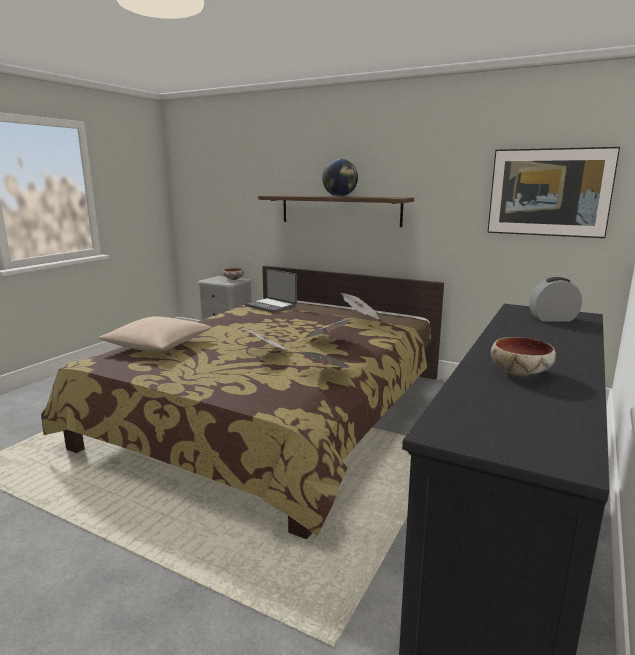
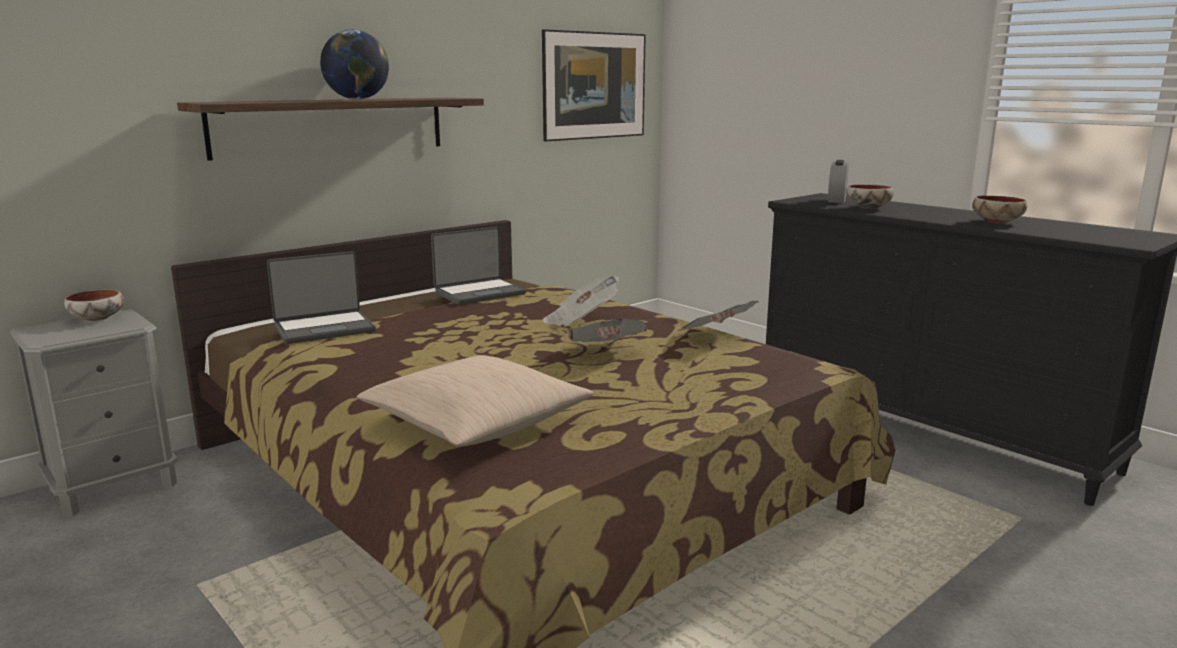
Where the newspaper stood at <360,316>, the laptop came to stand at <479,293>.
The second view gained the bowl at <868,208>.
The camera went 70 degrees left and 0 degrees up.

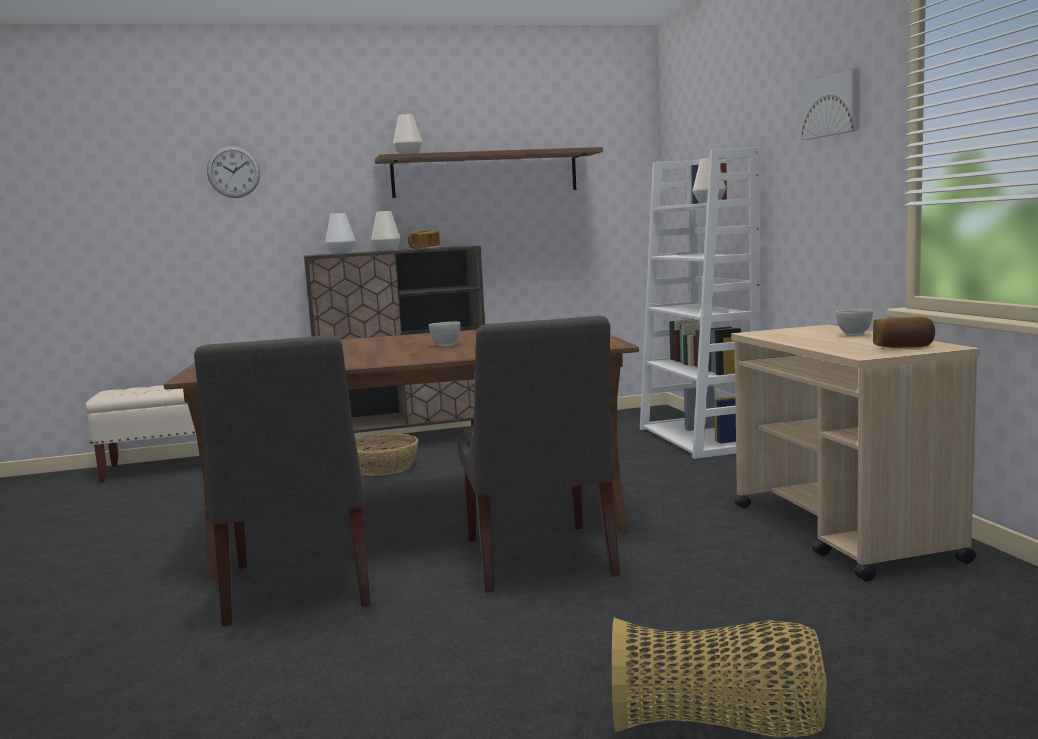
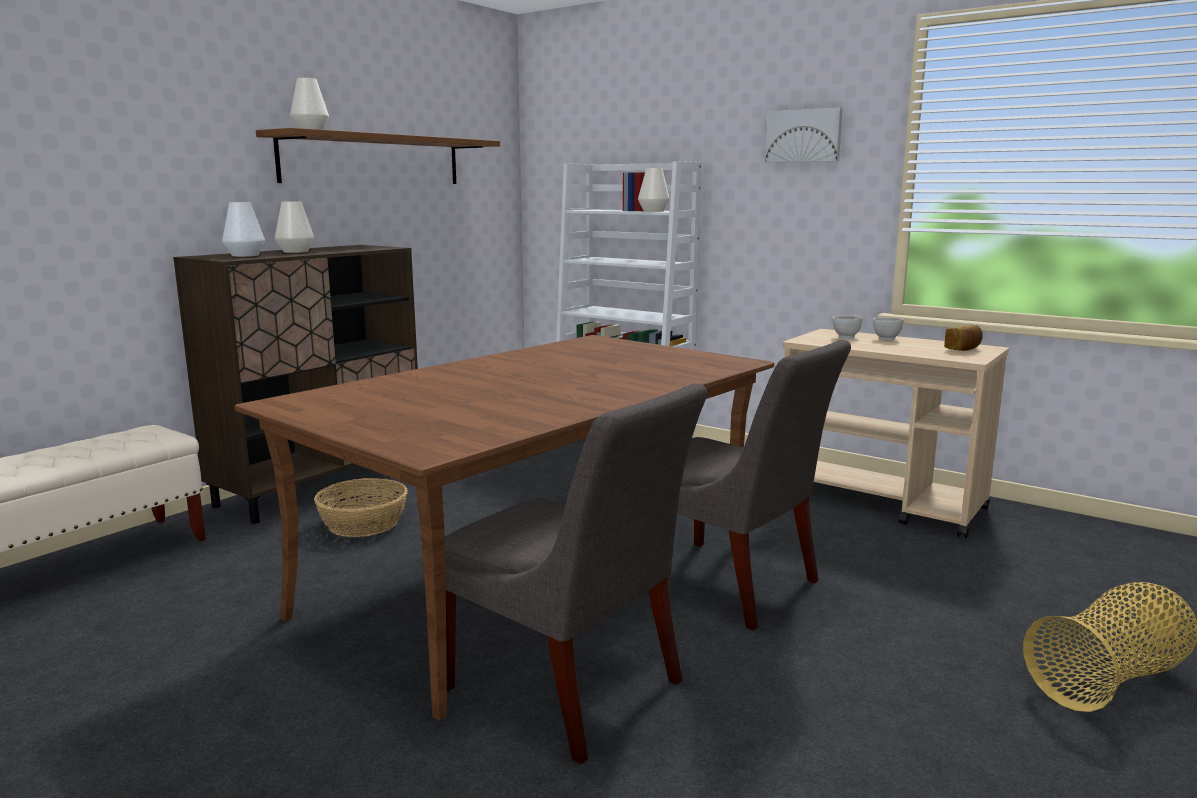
The second view lost the clock on the wall at <233,172>.
The second view lost the baked bread at <423,248>.
The white bowl ended up elsewhere, having gone from <446,345> to <845,337>.
The camera went 40 degrees left and 5 degrees up.

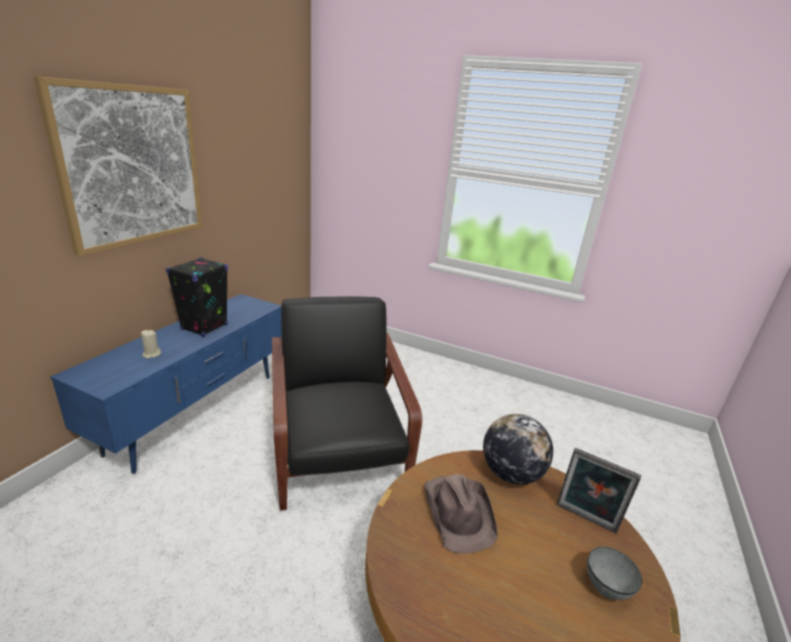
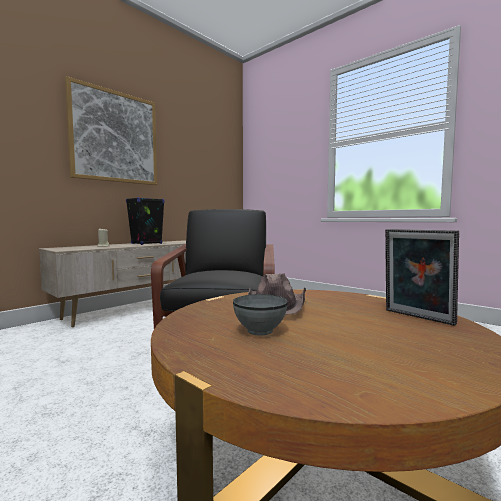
What was the blue media console at <198,412> turned into the beige-coloured media console at <135,309>.
The second view lost the desk globe at <510,474>.
The gray bowl ended up elsewhere, having gone from <607,588> to <260,331>.
The camera went 20 degrees right and 20 degrees down.

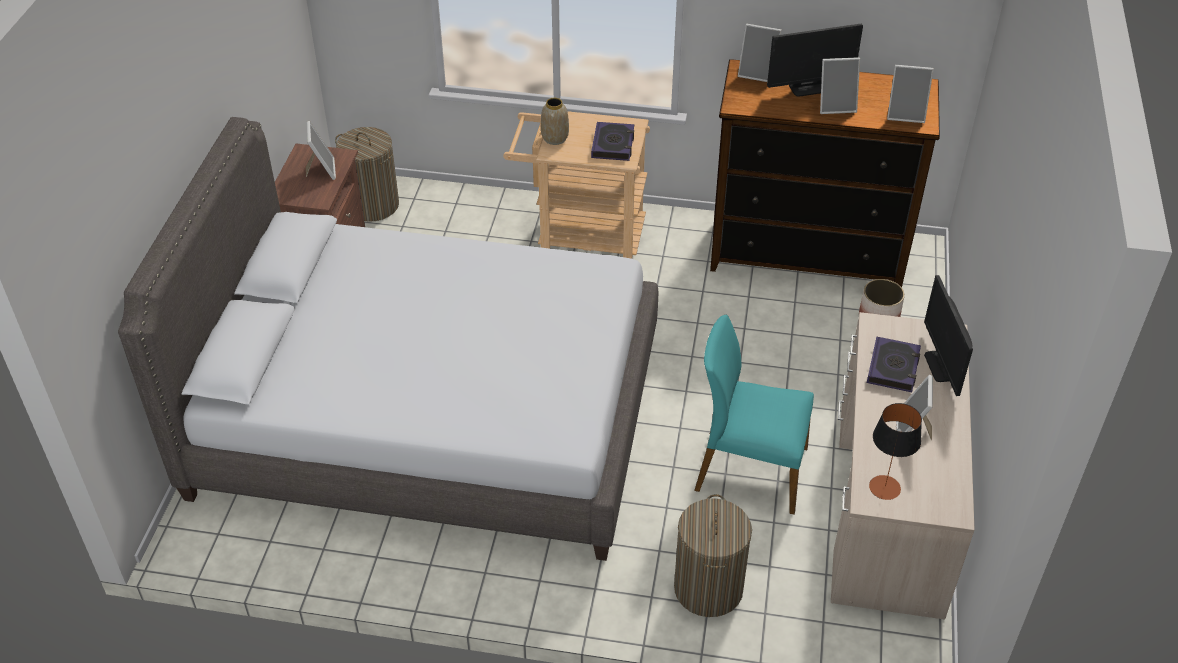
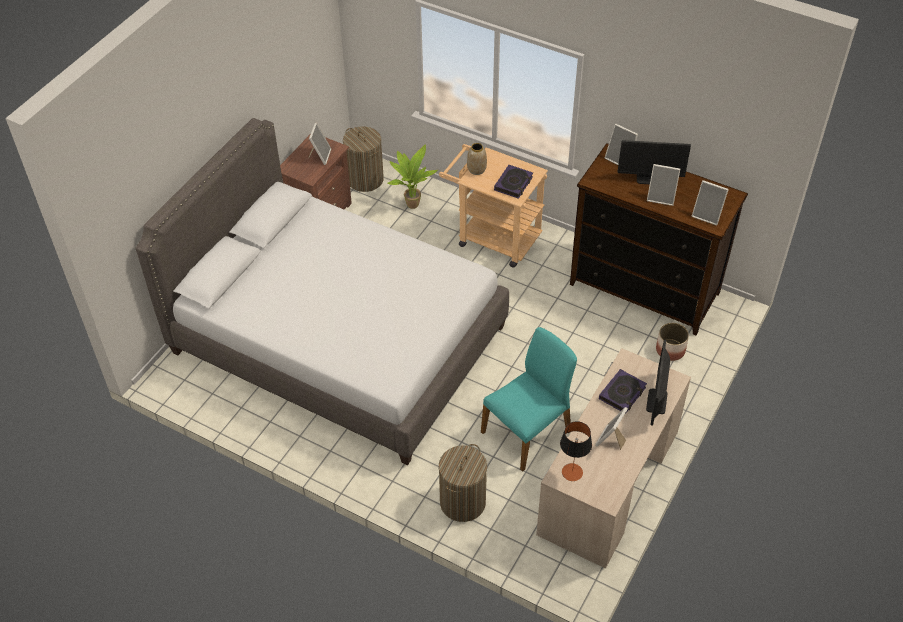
The turquoise-coloured upright chair at <749,469> ended up facing another way, 105 degrees clockwise from before.
The second view gained the houseplant at <411,204>.
The camera went 20 degrees right and 5 degrees up.

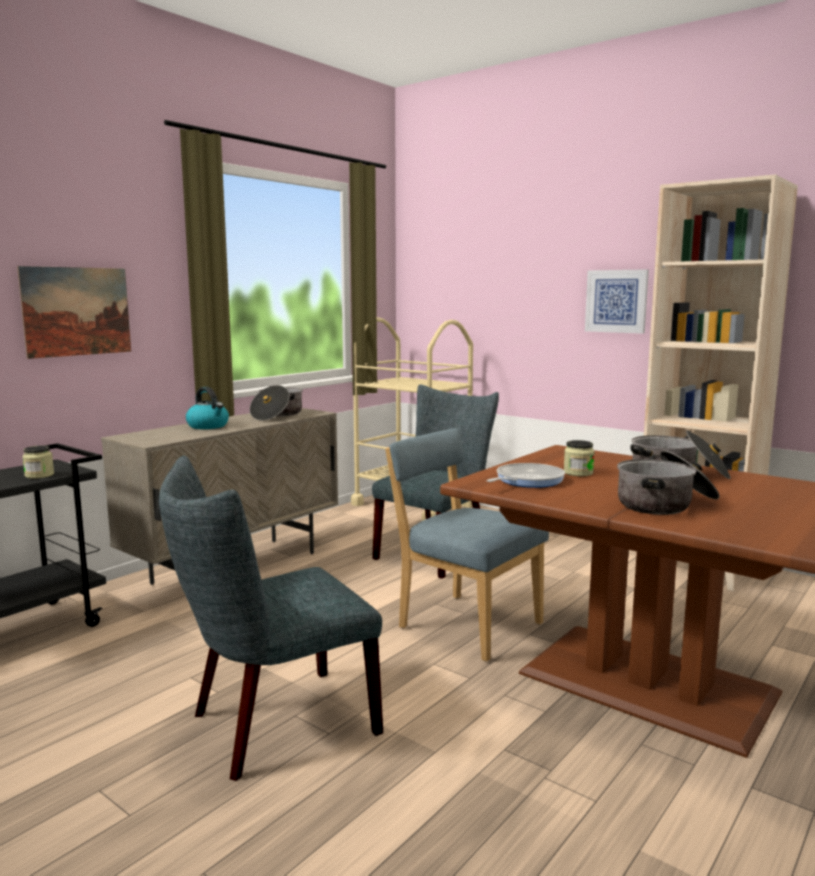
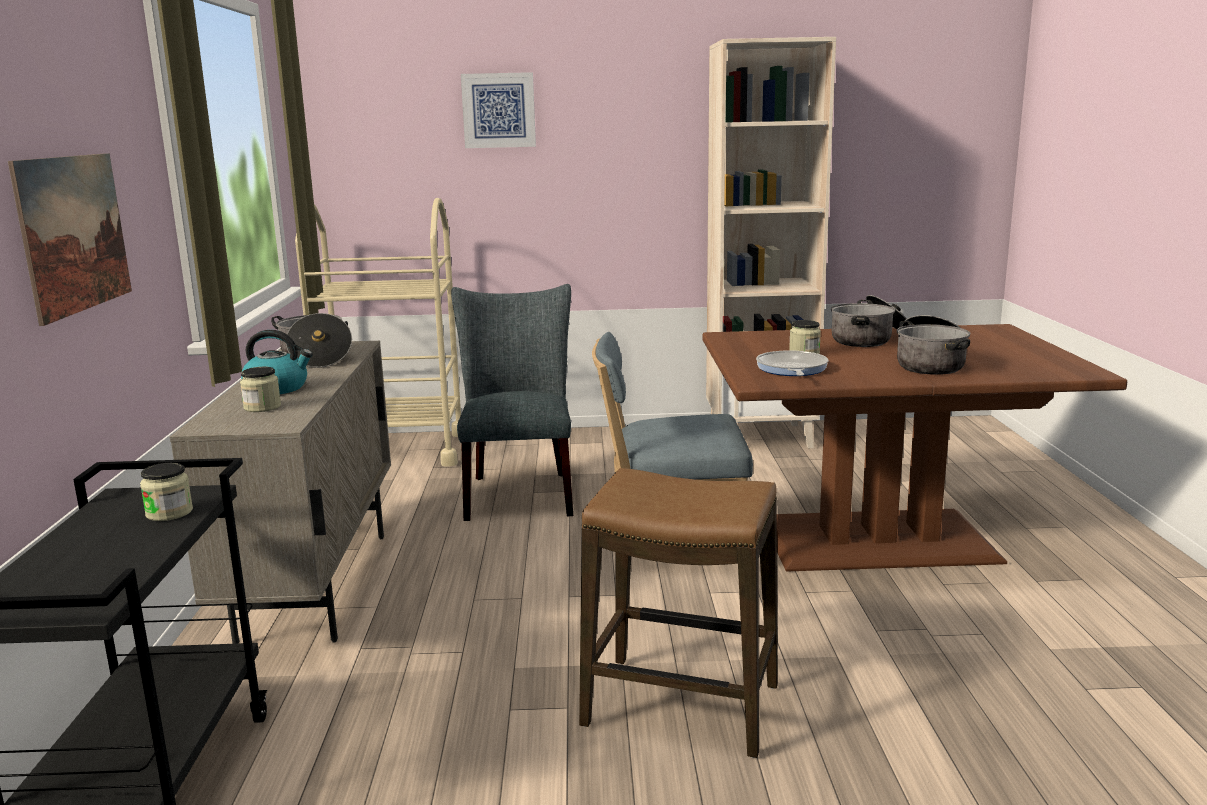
The picture ended up elsewhere, having gone from <616,301> to <499,110>.
Where the gray upright chair stood at <273,726>, the stool seat came to stand at <680,706>.
The second view gained the jar at <262,407>.
The camera went 40 degrees left and 5 degrees up.

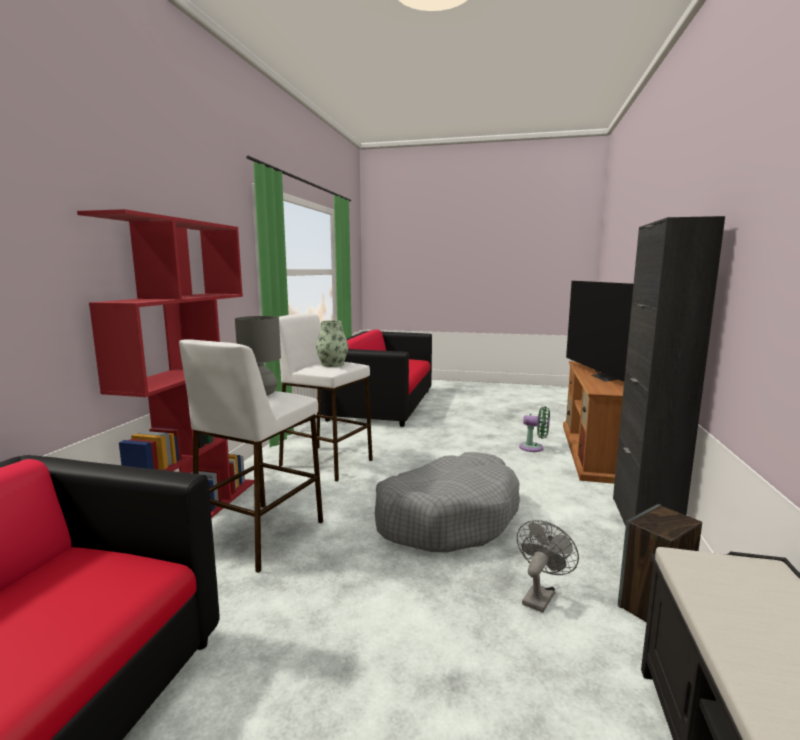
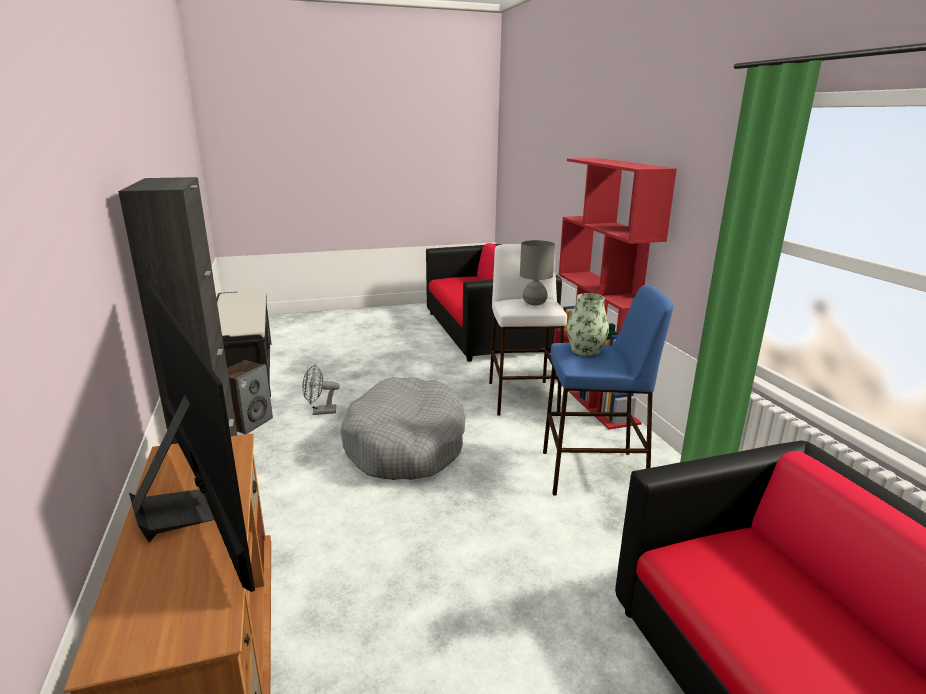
What was the white stool seat at <325,462> turned into the blue stool seat at <594,473>.
The second view lost the greenish electric fan at <534,448>.
The gray electric fan at <540,595> ended up facing another way, 75 degrees clockwise from before.
The camera went 150 degrees right and 10 degrees up.

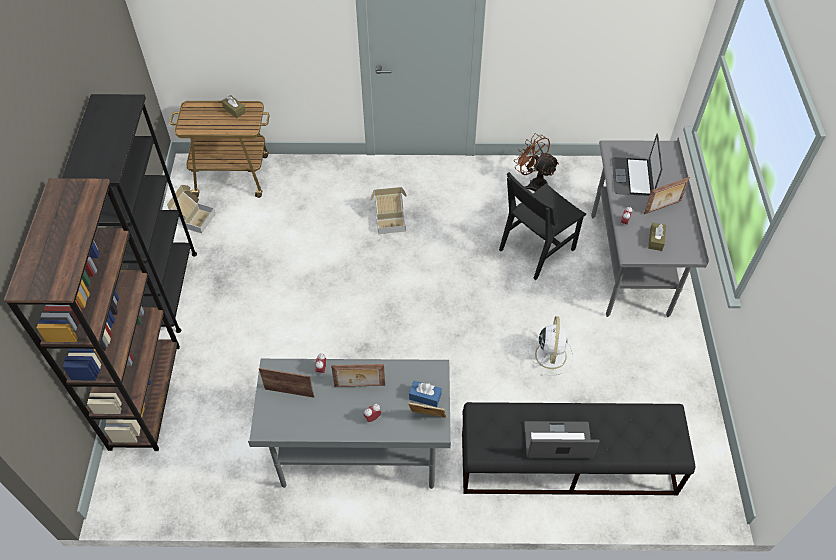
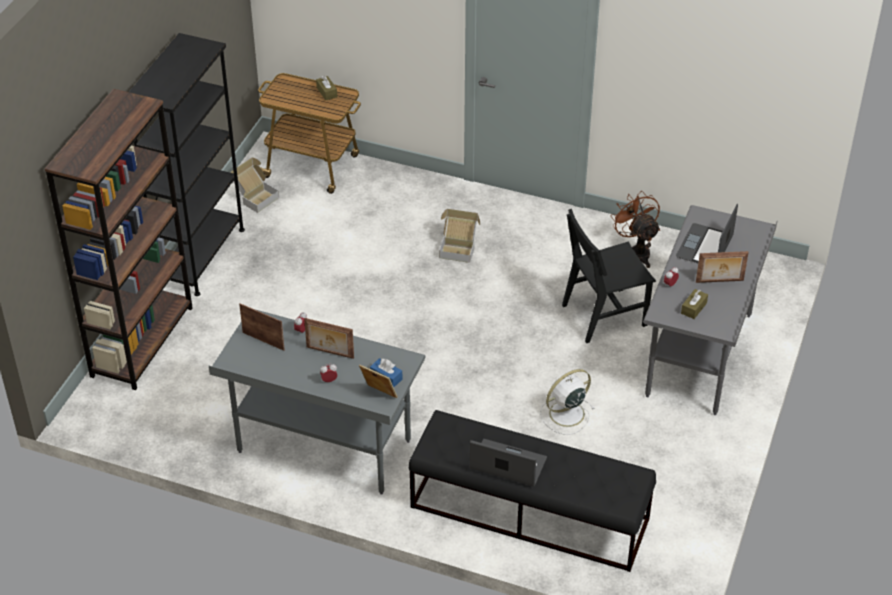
The white electric fan at <550,354> ended up facing another way, 150 degrees counterclockwise from before.
The camera went 20 degrees right and 10 degrees down.

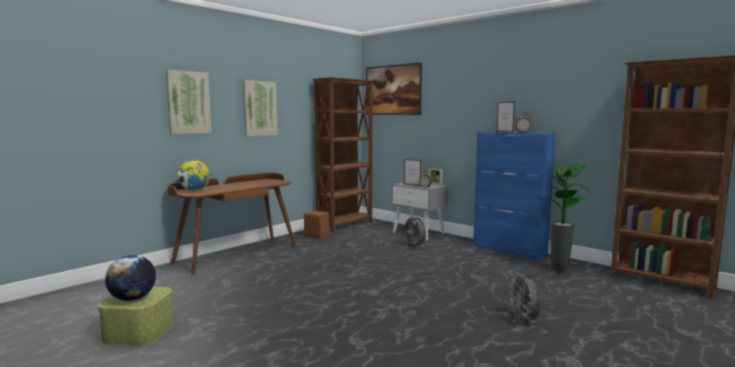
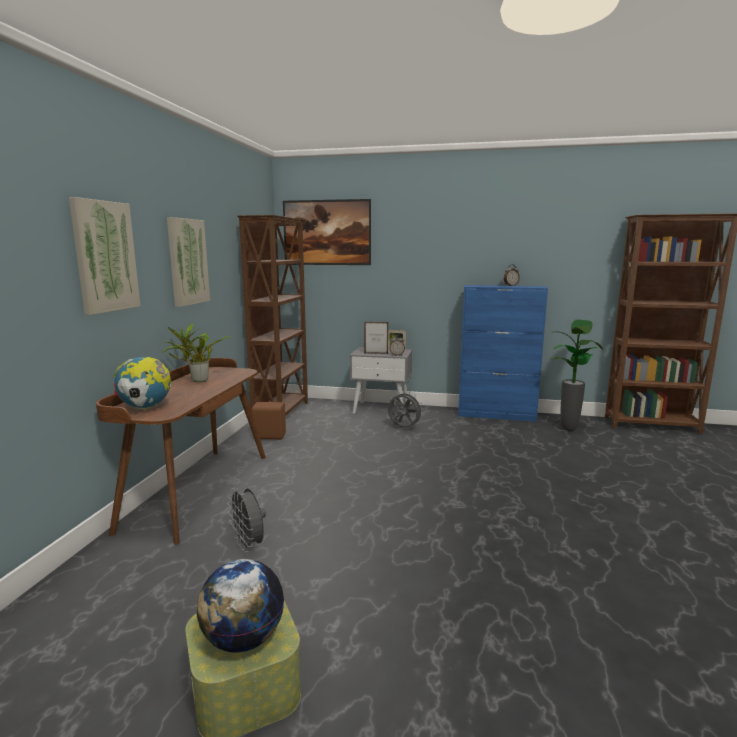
The second view lost the standing frame at <504,132>.
The gray electric fan ended up elsewhere, having gone from <525,320> to <249,545>.
The second view gained the houseplant at <197,381>.
The camera went 30 degrees left and 5 degrees up.

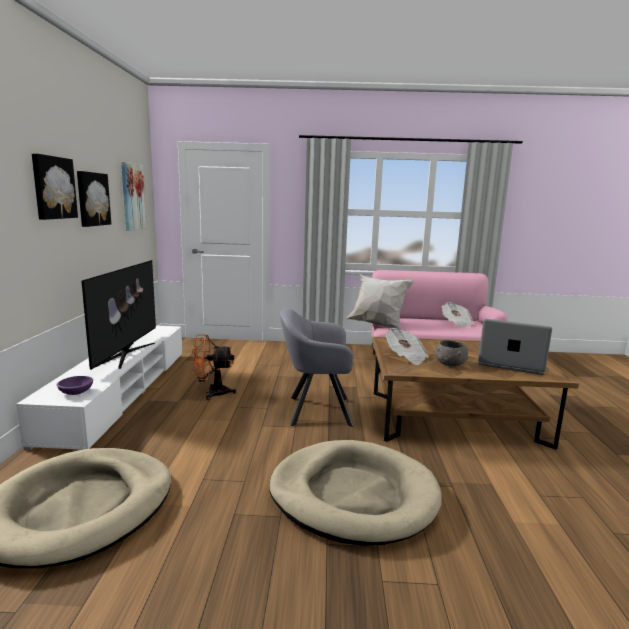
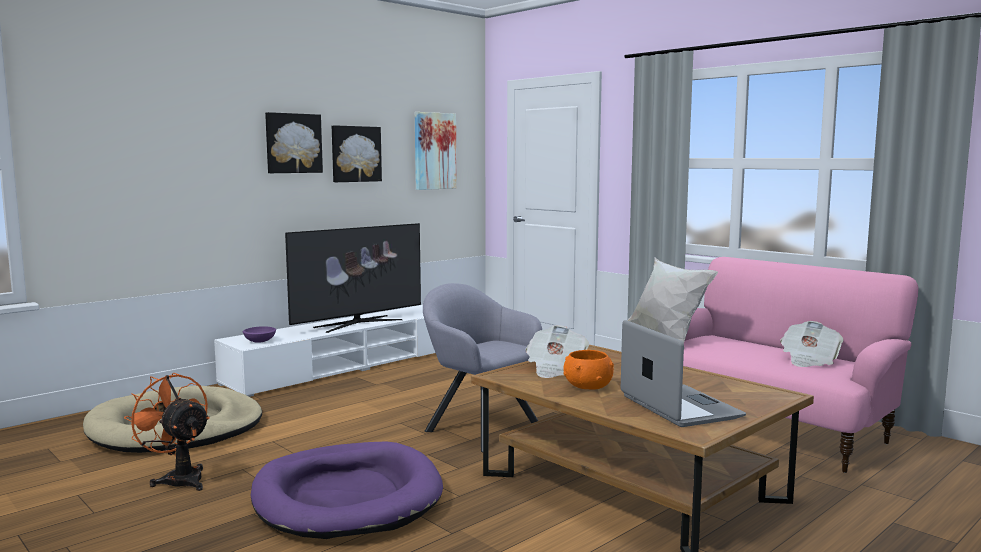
The orangey electric fan ended up elsewhere, having gone from <212,393> to <179,478>.
What was the gray bowl at <449,364> turned into the orangey bowl at <588,386>.
What was the beige-coloured dog cushion at <353,495> turned into the purple dog cushion at <347,497>.
The camera went 45 degrees right and 5 degrees down.

